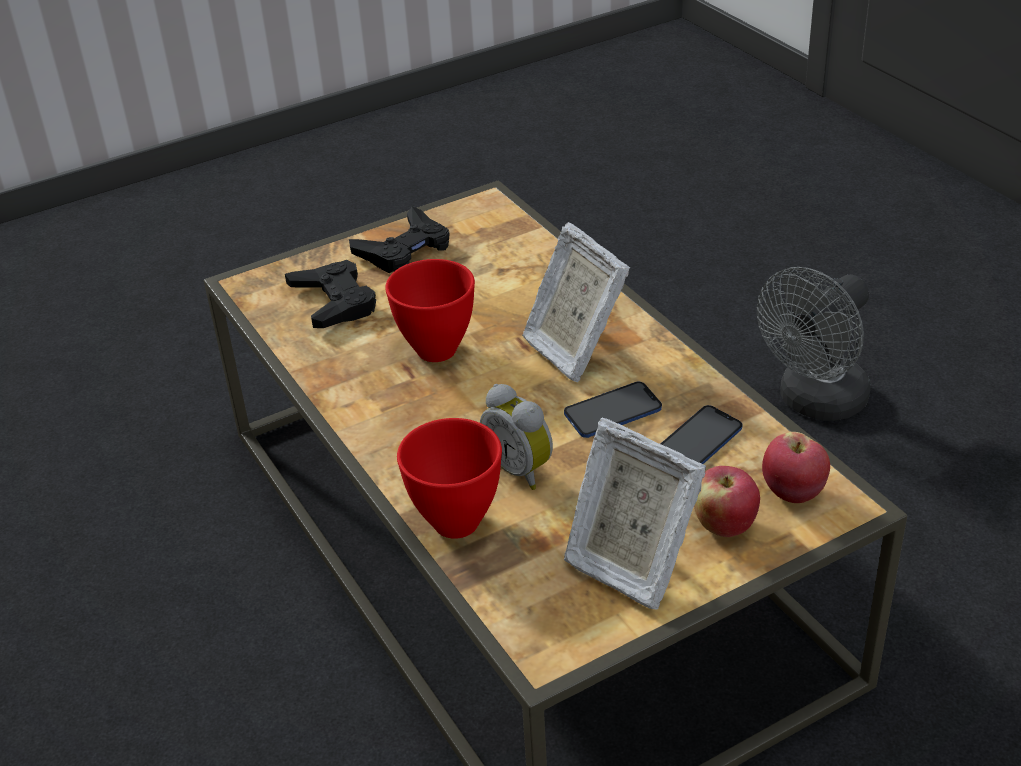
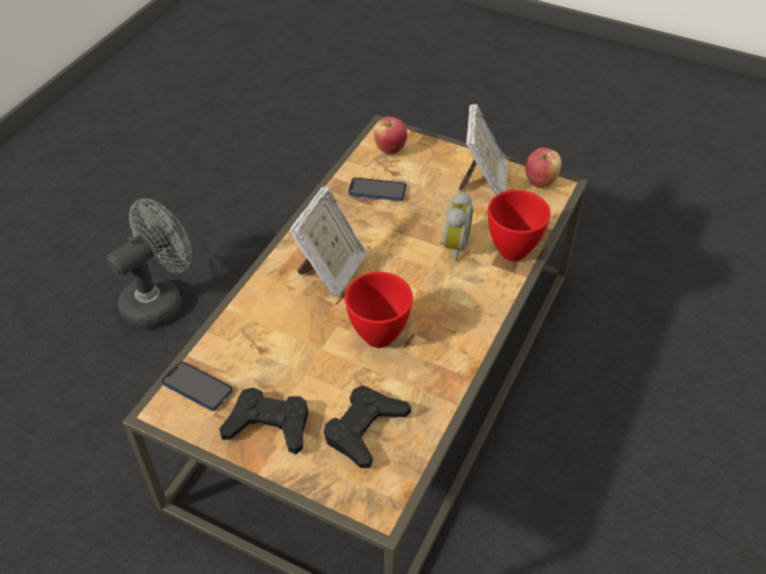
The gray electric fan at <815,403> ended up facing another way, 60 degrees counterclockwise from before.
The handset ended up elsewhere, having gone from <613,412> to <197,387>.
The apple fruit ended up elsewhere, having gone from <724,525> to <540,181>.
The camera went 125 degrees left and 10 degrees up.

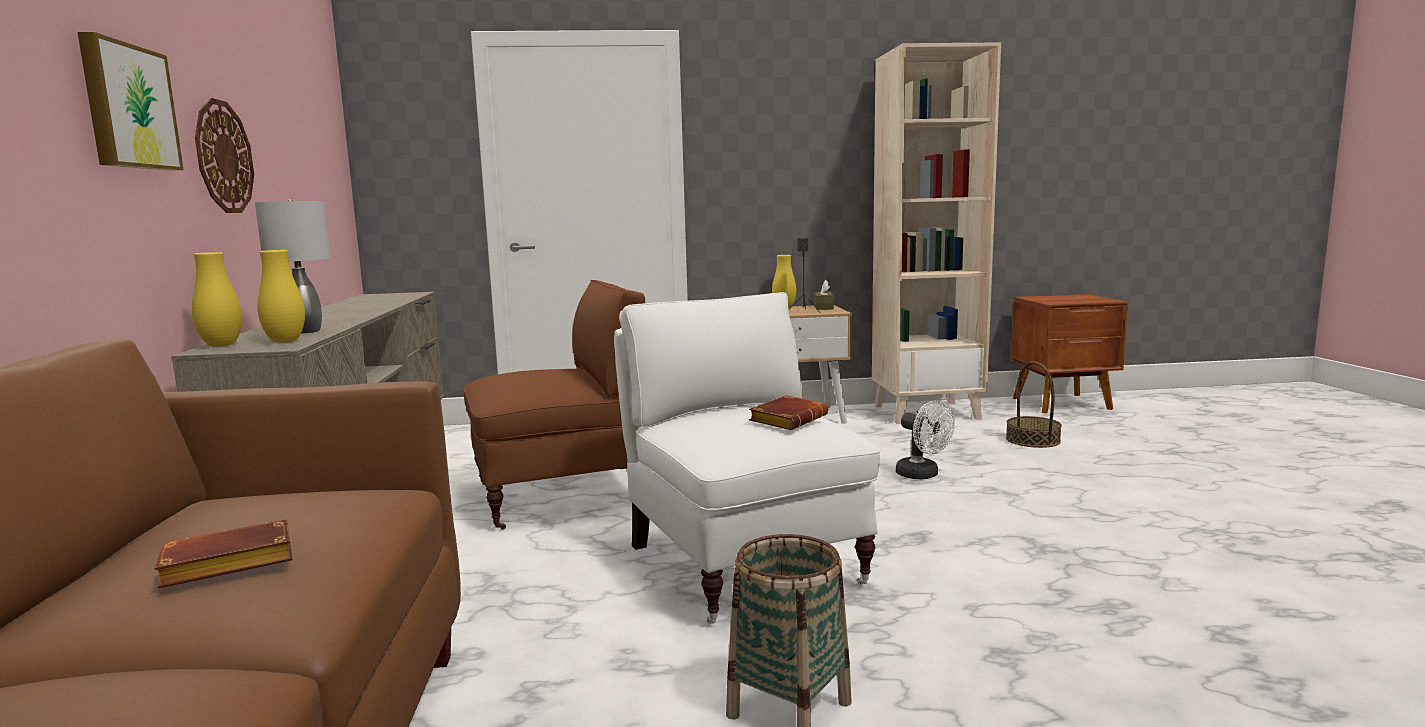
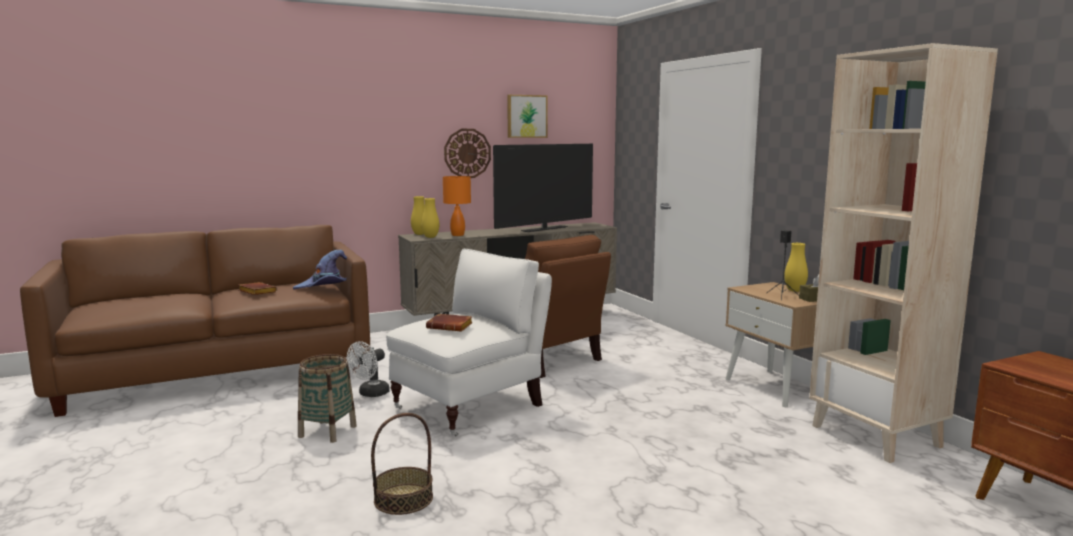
The picture ended up elsewhere, having gone from <127,107> to <526,116>.
What was the gray lamp for a table at <305,331> turned into the orangey lamp for a table at <457,235>.
The household basket ended up elsewhere, having gone from <1033,440> to <403,499>.
The white electric fan ended up elsewhere, having gone from <923,475> to <370,394>.
The second view gained the television at <544,229>.
The second view gained the purple hat at <325,287>.
The camera went 70 degrees right and 0 degrees up.

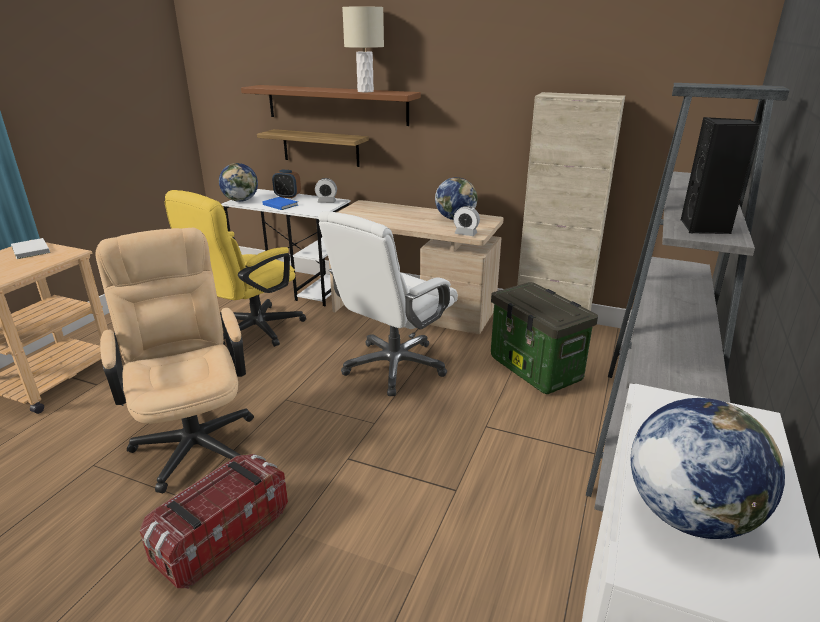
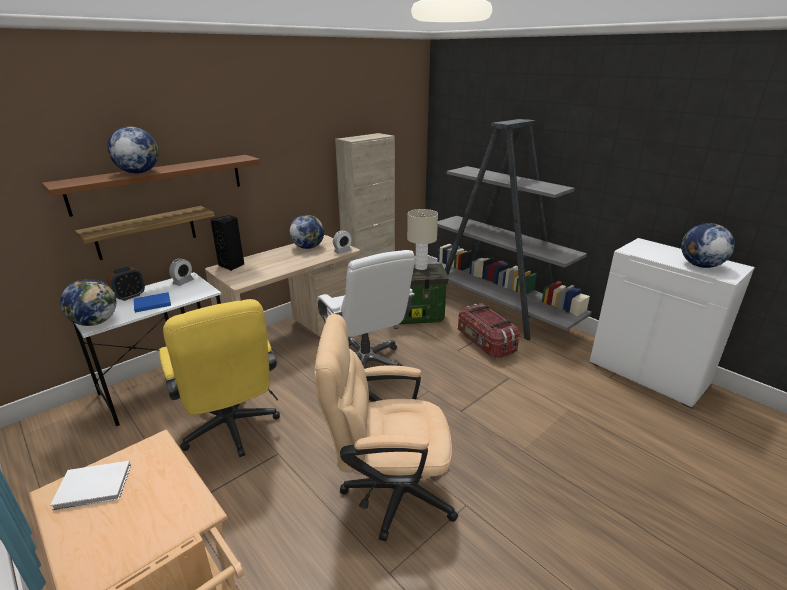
The beige-coloured lamp for a table ended up elsewhere, having gone from <365,91> to <421,267>.
The black audio speaker ended up elsewhere, having gone from <705,228> to <232,265>.
The storage container ended up elsewhere, having gone from <221,535> to <485,342>.
The second view gained the desk globe at <138,172>.
The camera went 65 degrees left and 0 degrees up.

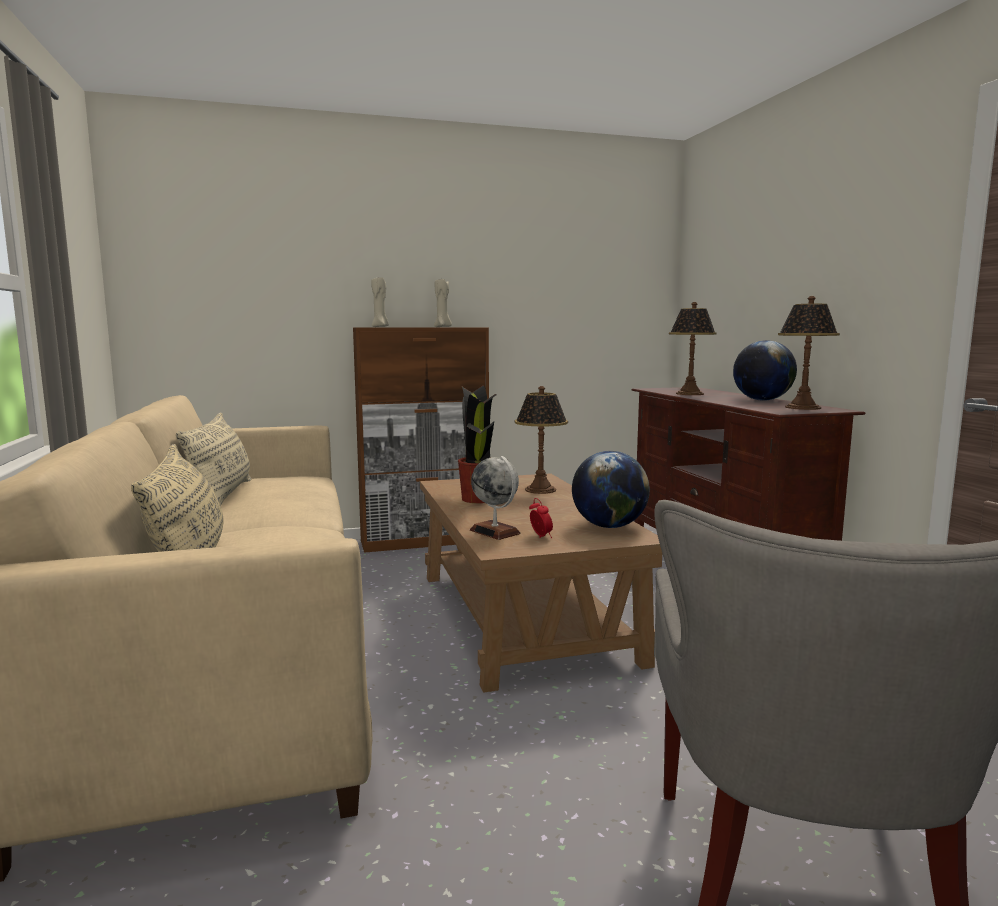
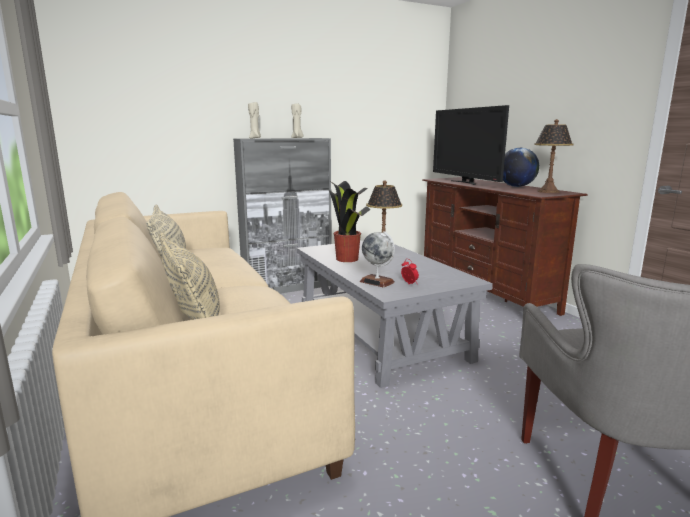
Where the lamp for a table stood at <689,394>, the television came to stand at <465,182>.
What was the brown-coloured cabinet at <425,541> turned into the gray cabinet at <288,287>.
The second view lost the desk globe at <609,526>.
What was the brown-coloured coffee table at <522,615> turned into the gray coffee table at <379,334>.
The camera went 10 degrees left and 5 degrees up.

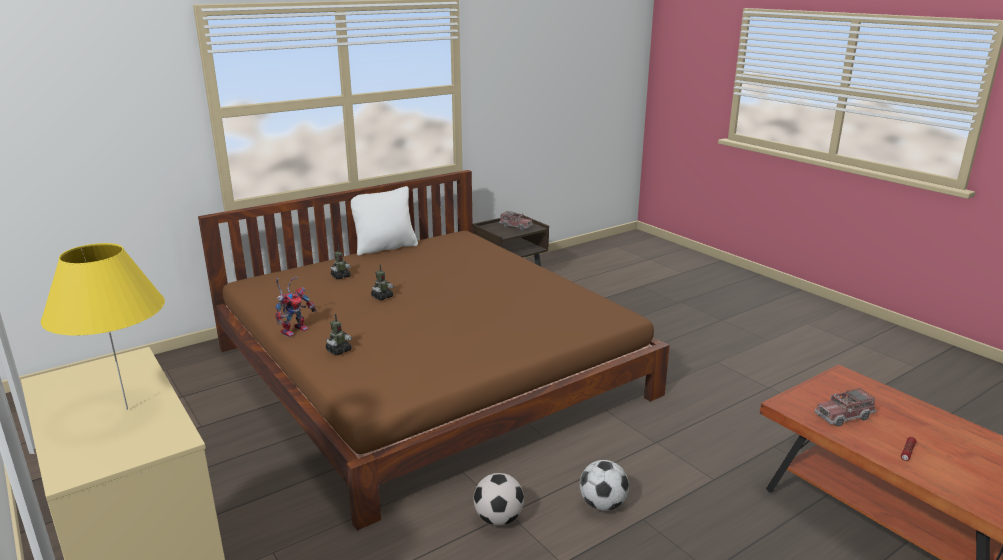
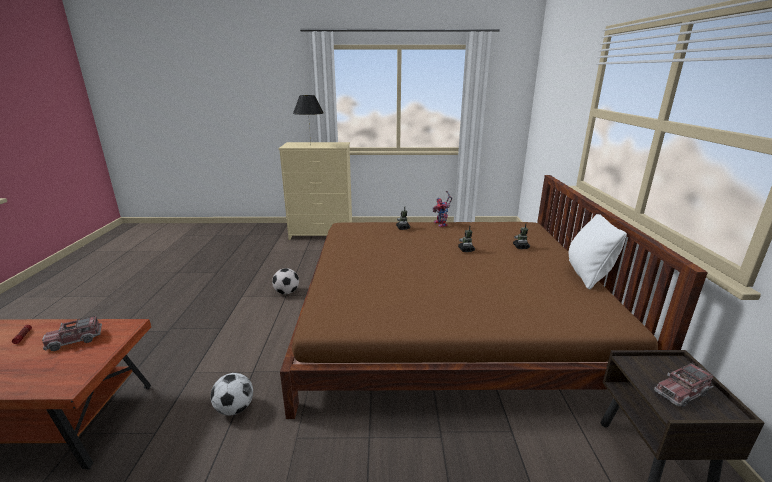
What was the yellow lamp for a table at <127,409> turned into the black lamp for a table at <310,145>.
The model truck at <843,416> ended up facing another way, 135 degrees counterclockwise from before.
The football ball ended up elsewhere, having gone from <602,504> to <235,408>.
The camera went 125 degrees right and 0 degrees up.

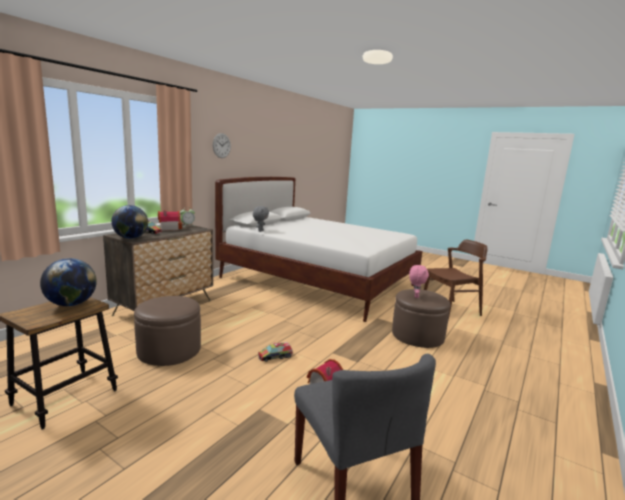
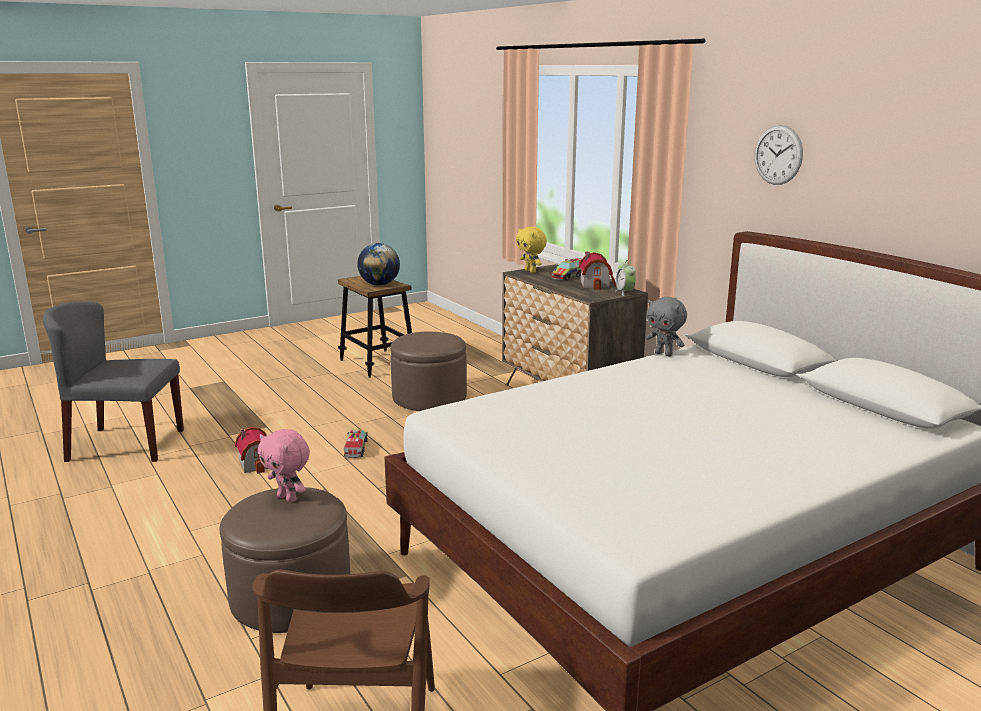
Where the desk globe stood at <131,238>, the yellow cuddly toy came to stand at <531,271>.
The camera went 115 degrees right and 5 degrees up.

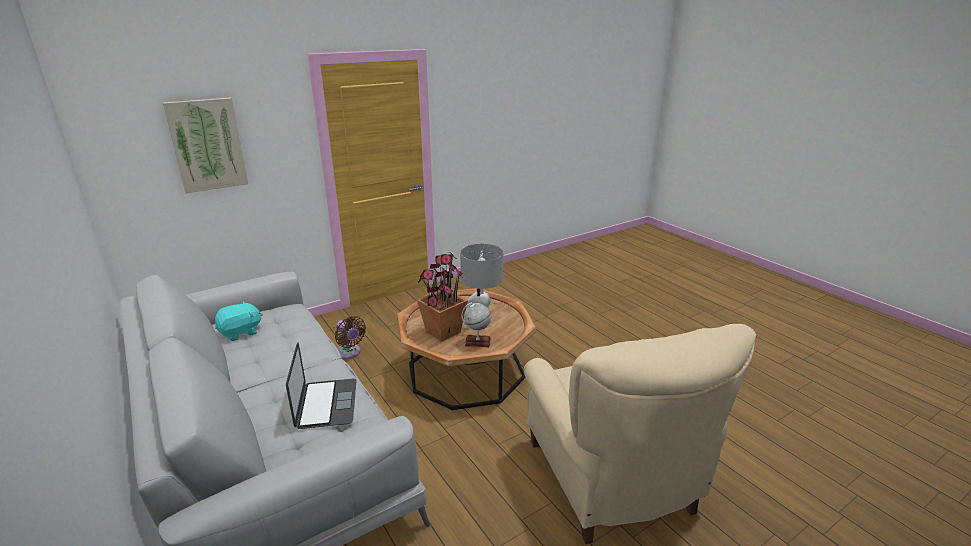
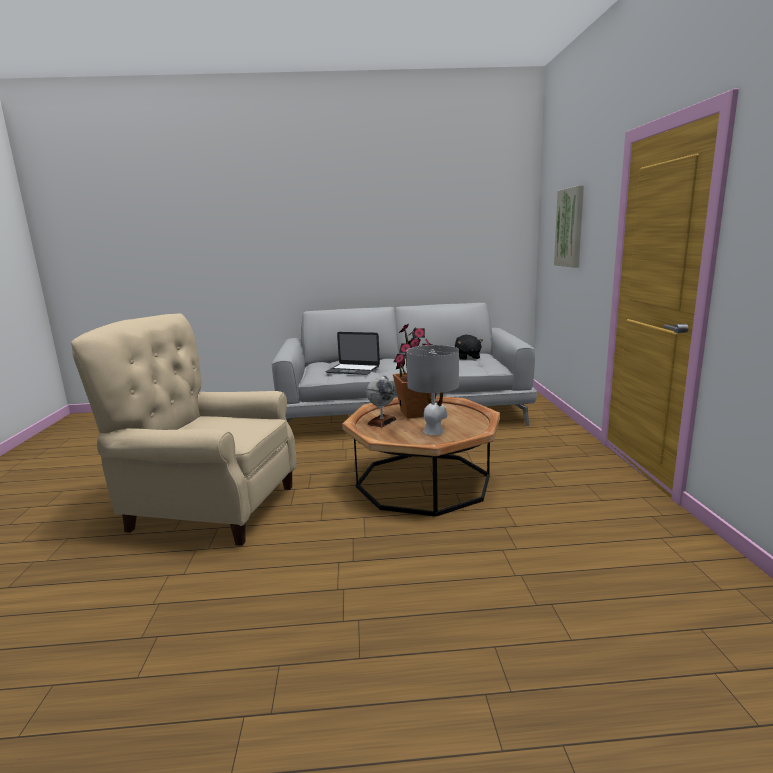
What was the turquoise-coloured cuddly toy at <241,332> turned into the black cuddly toy at <467,357>.
The second view lost the brown-coloured electric fan at <349,353>.
The camera went 120 degrees right and 10 degrees down.

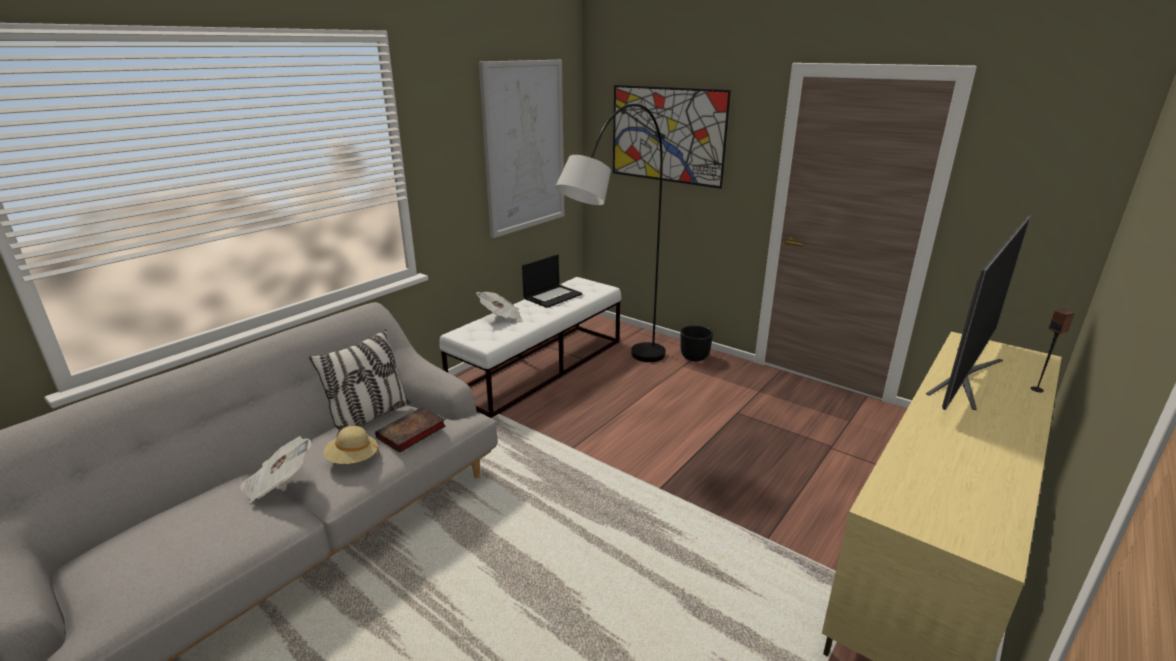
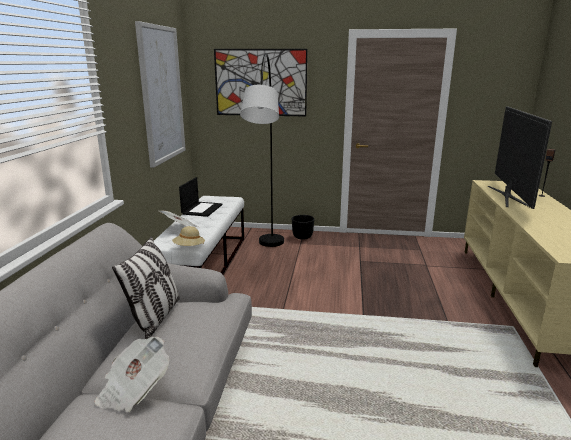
The second view lost the volume at <410,433>.
The beige-coloured hat ended up elsewhere, having gone from <352,459> to <189,248>.
The camera went 30 degrees left and 5 degrees down.

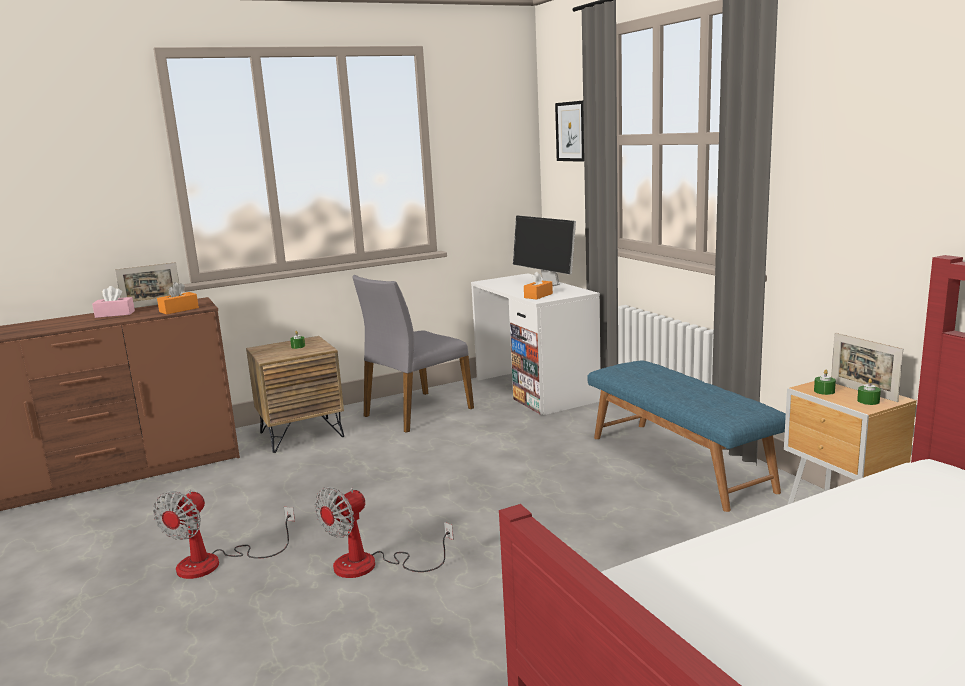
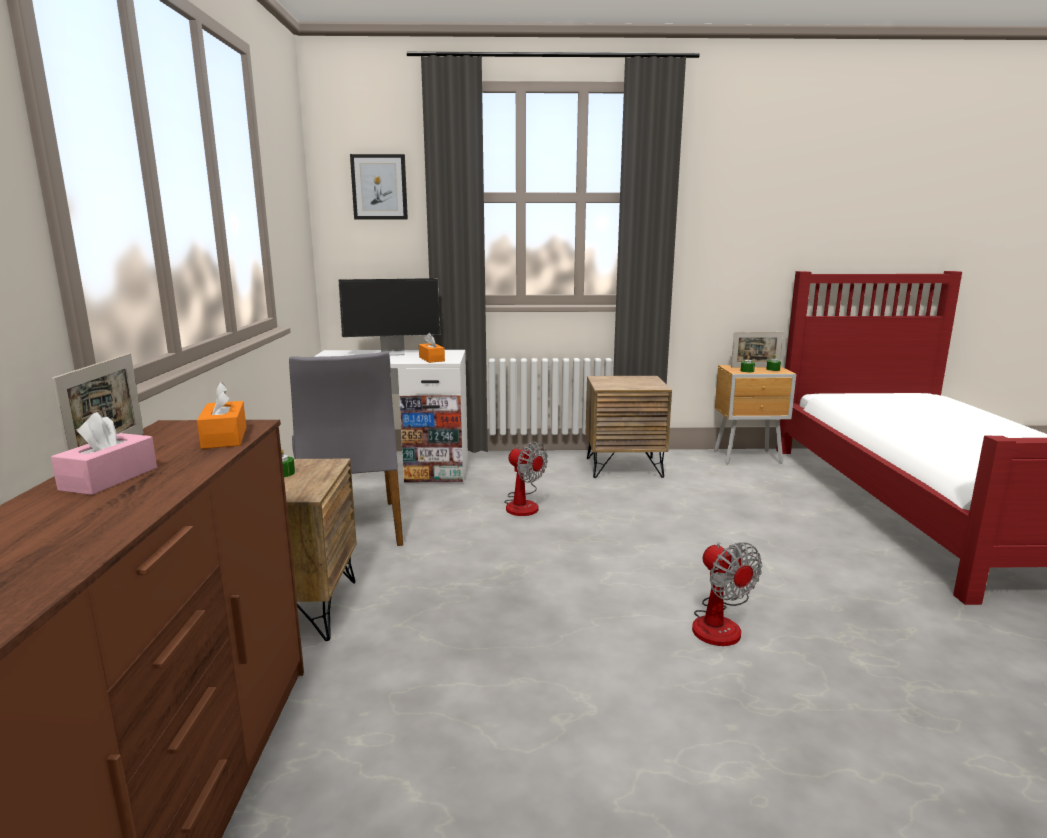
Where the blue long seat stood at <680,462>, the brown-coloured nightstand came to stand at <624,467>.
The electric fan ended up elsewhere, having gone from <215,563> to <523,504>.
The camera went 65 degrees left and 0 degrees up.

